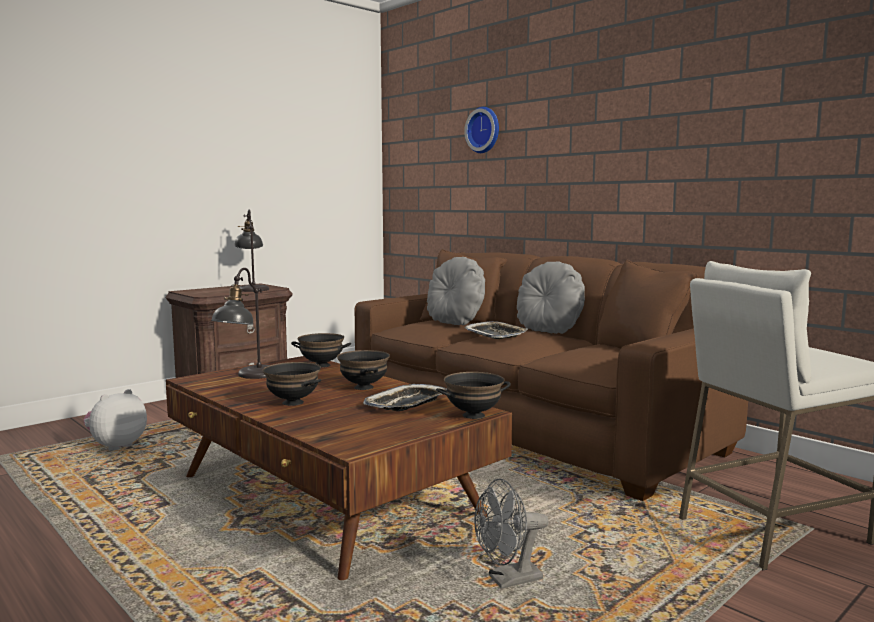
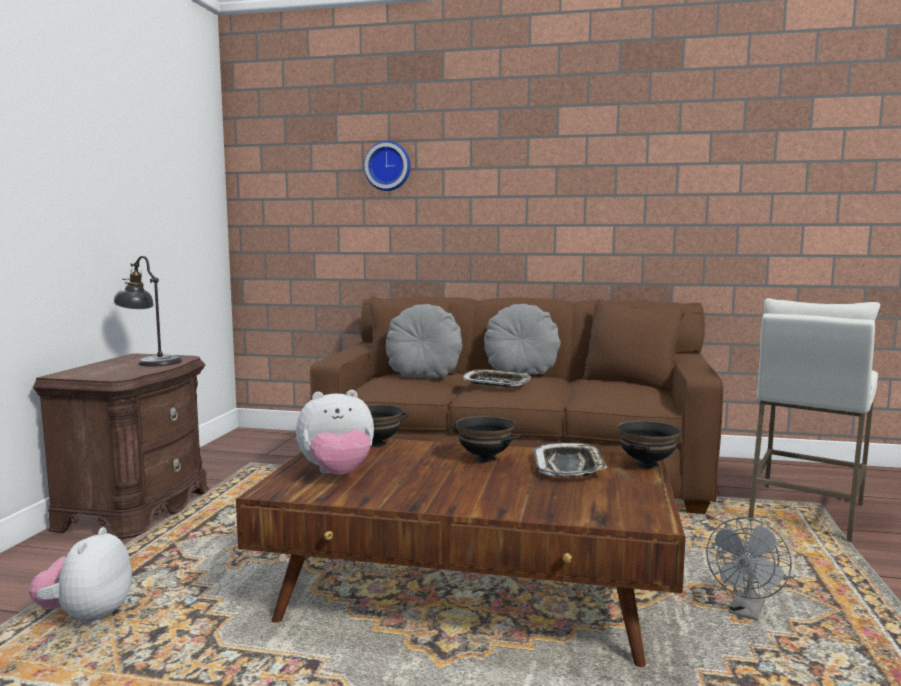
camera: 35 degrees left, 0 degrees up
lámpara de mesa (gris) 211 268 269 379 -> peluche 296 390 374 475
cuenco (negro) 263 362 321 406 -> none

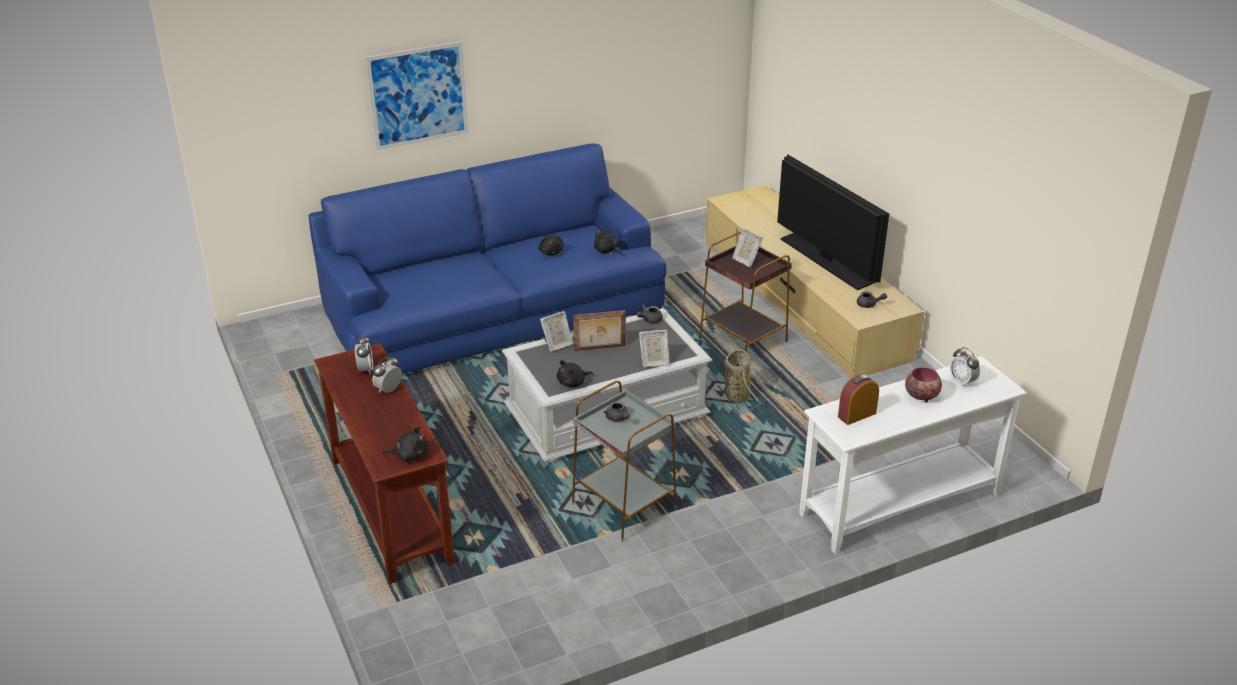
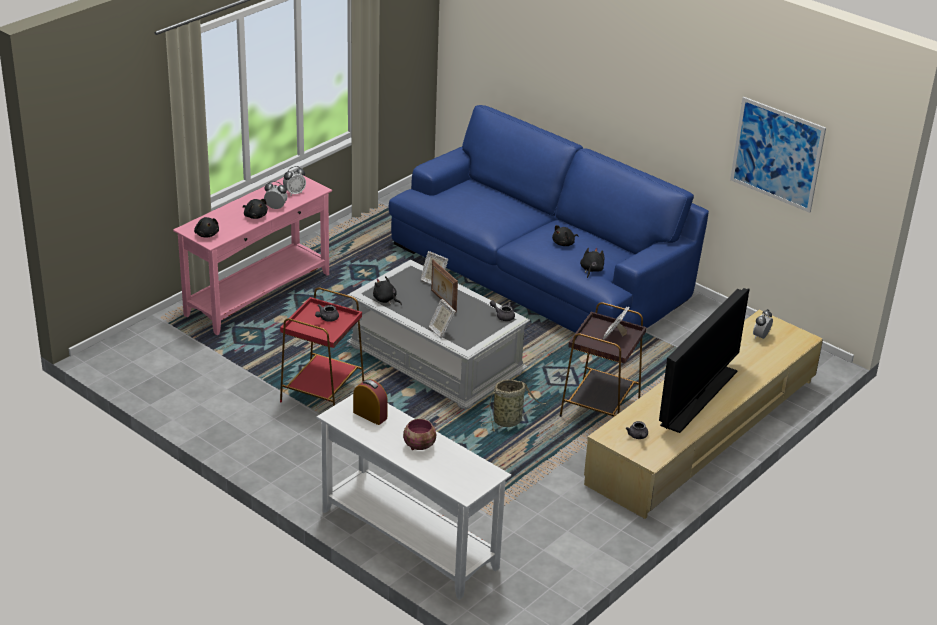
camera: 65 degrees right, 0 degrees up
mesa consola (marrón) 314 343 455 584 -> mesa consola (rosa) 173 175 332 335
cuadro 366 41 468 150 -> cuadro 730 97 826 213, shifted
mesa auxiliar (gris) 572 380 677 542 -> mesa auxiliar (rojo) 280 288 364 406
despertador 950 347 980 387 -> despertador 753 309 773 339, shifted
none -> peluche (negro) 243 199 268 219

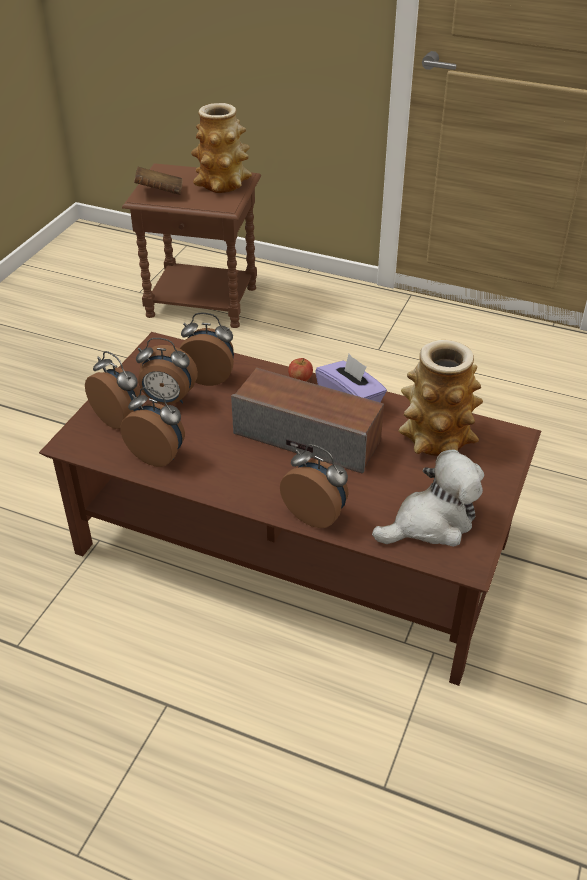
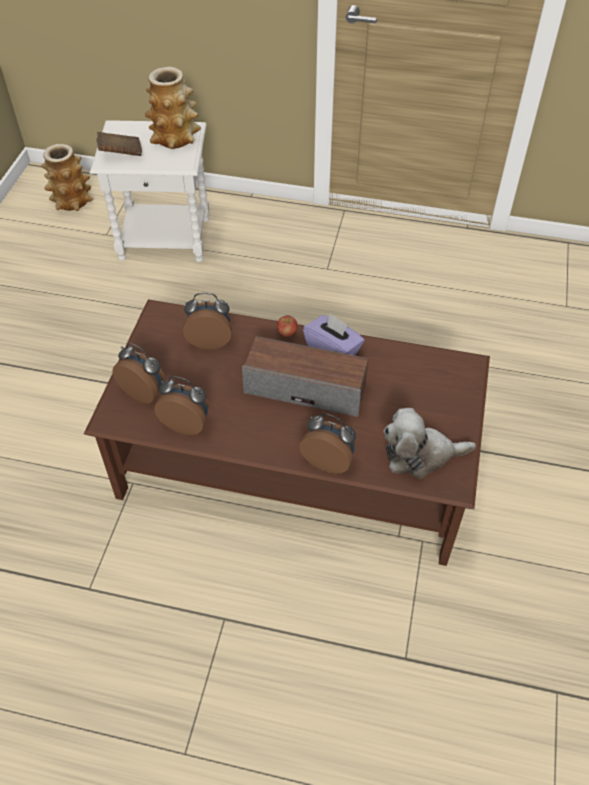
camera: 10 degrees left, 10 degrees up
mesa auxiliar (marrón) 122 164 261 328 -> mesa auxiliar (blanco) 90 120 209 262
despertador 136 338 198 404 -> none
peluche 372 450 484 547 -> peluche 384 408 476 479, 150 degrees counterclockwise
florero 399 340 483 456 -> florero 41 144 93 211, shifted

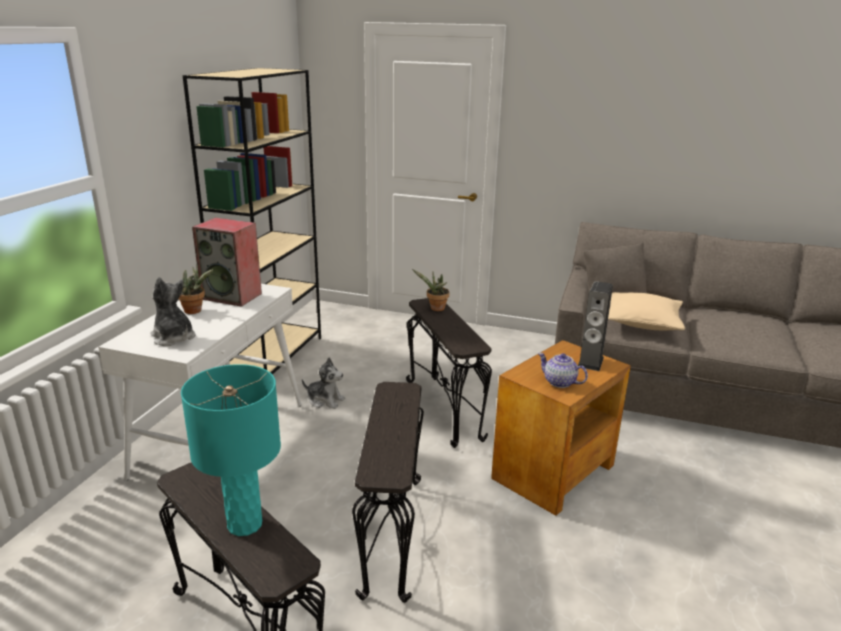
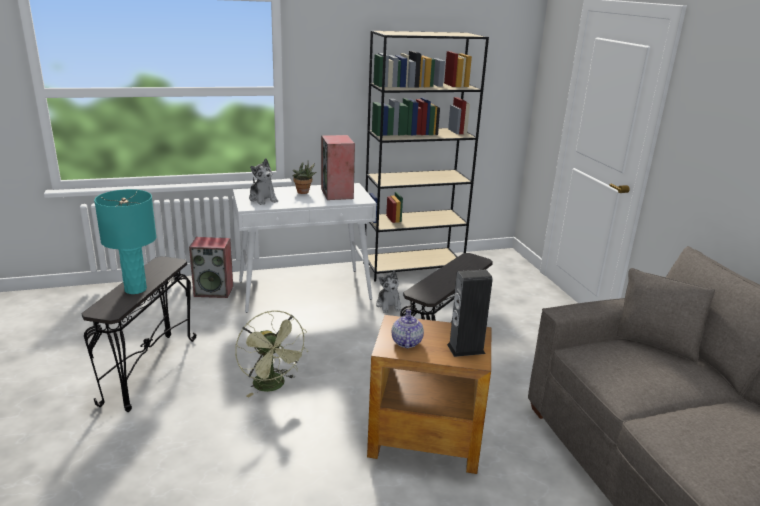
camera: 55 degrees right, 0 degrees up
peluche 150 277 196 346 -> peluche 249 158 278 205, 135 degrees clockwise
mesa auxiliar (negro) 352 382 424 603 -> ventilador (verde) 235 311 308 397
planta en maceta 412 269 450 311 -> none
cojín (beis) 608 292 685 330 -> none
none -> altavoz 189 237 233 298

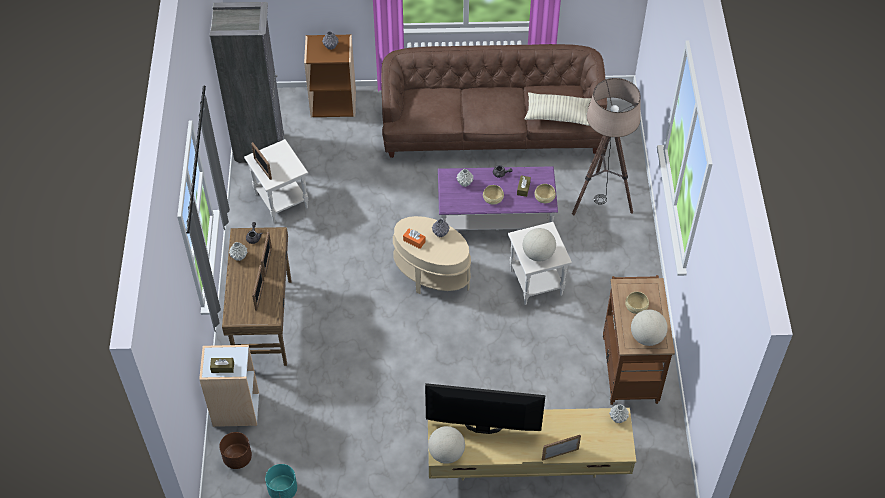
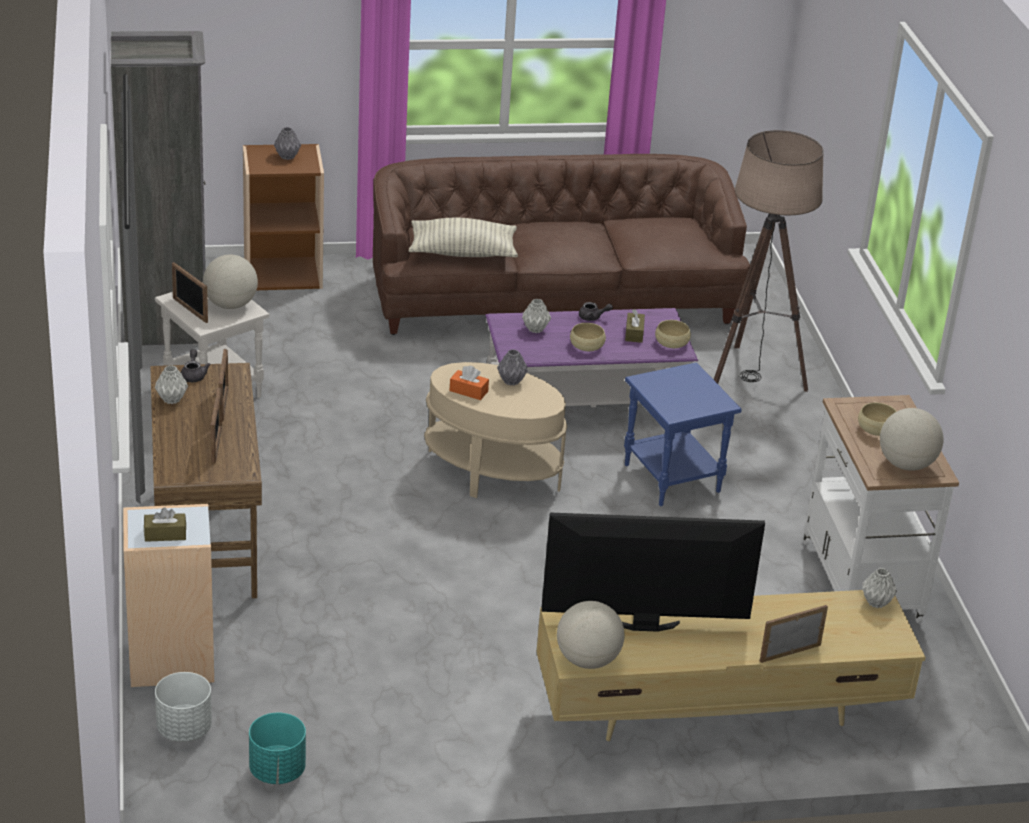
camera: 10 degrees left, 20 degrees down
maceta (marrón) 219 432 252 469 -> maceta (blanco) 155 672 212 742
mesa auxiliar (blanco) 508 222 572 305 -> mesa auxiliar (azul) 624 362 742 506
globo terráqueo 523 228 556 261 -> globo terráqueo 203 255 258 309, shifted
cojín 524 92 591 126 -> cojín 408 218 518 258, shifted
carrito (marrón) 603 275 675 405 -> carrito (blanco) 803 395 959 623

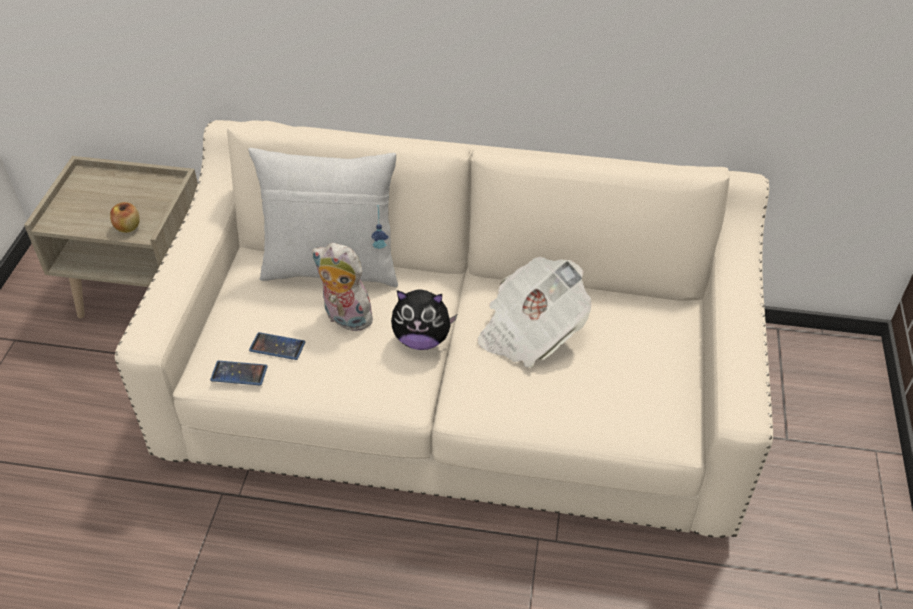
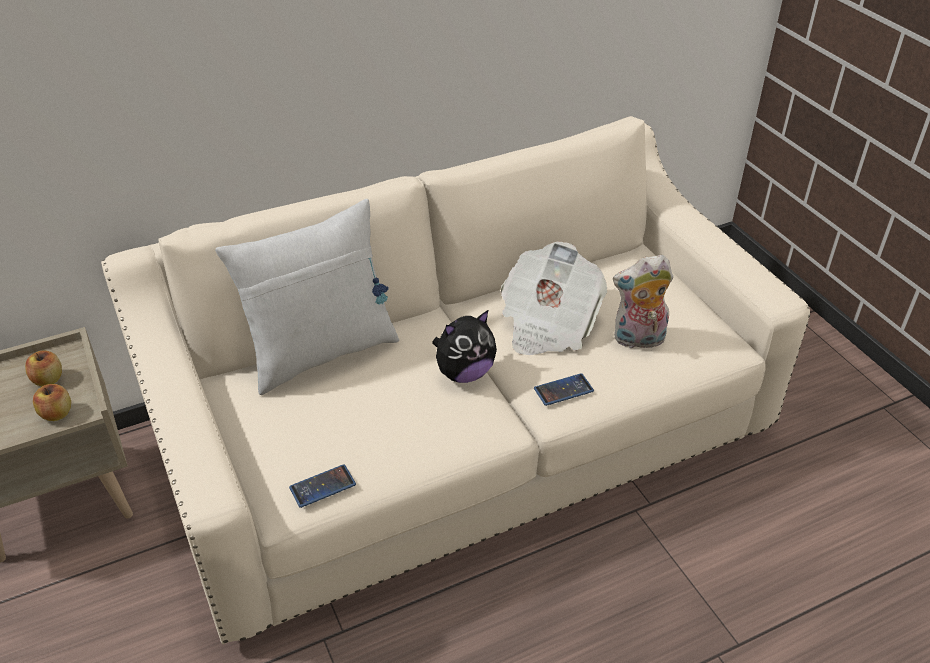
camera: 35 degrees left, 5 degrees down
móvil 249 332 305 360 -> móvil 534 373 594 406, shifted
peluche 312 243 375 333 -> peluche 613 255 673 348, shifted
none -> manzana 25 351 62 386

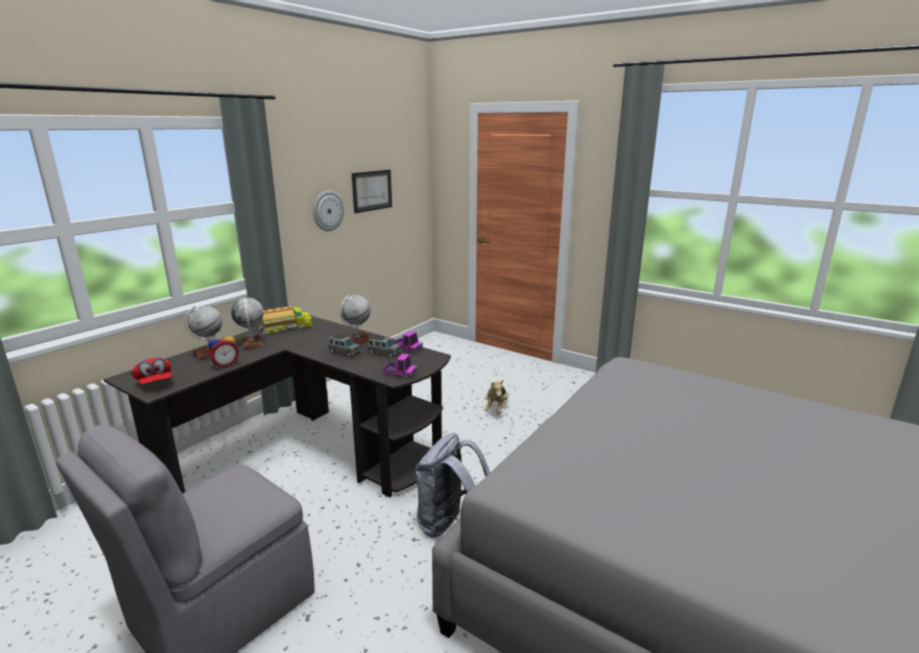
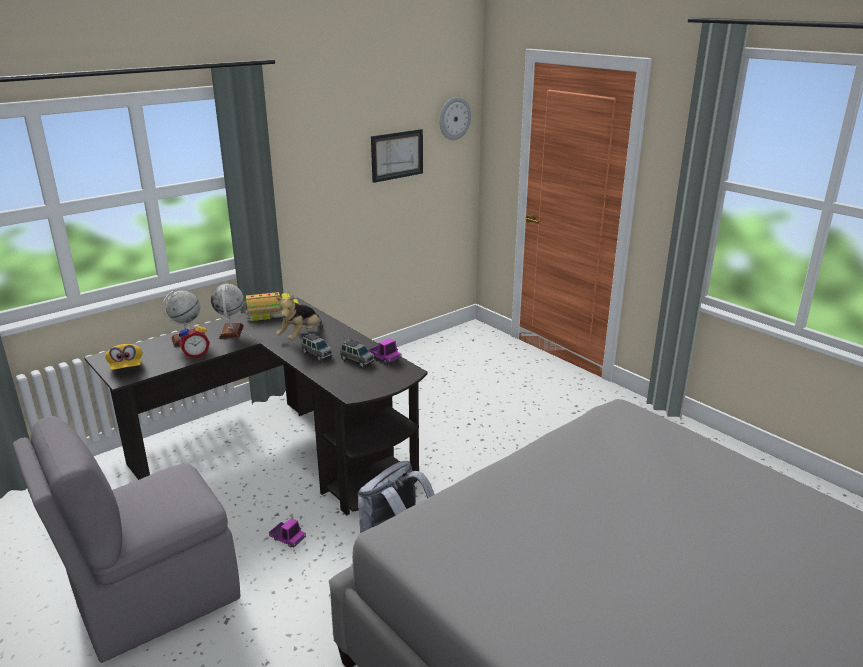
camera: 15 degrees right, 5 degrees up
gorra (rojo) 132 358 172 385 -> gorra (amarillo) 105 344 143 370
reloj de pared 313 190 344 231 -> reloj de pared 439 97 471 140, shifted
globo terráqueo 340 295 372 344 -> none
camión de juguete 382 354 417 378 -> camión de juguete 269 518 306 547, shifted
peluche 484 379 508 414 -> peluche 276 295 322 340, shifted

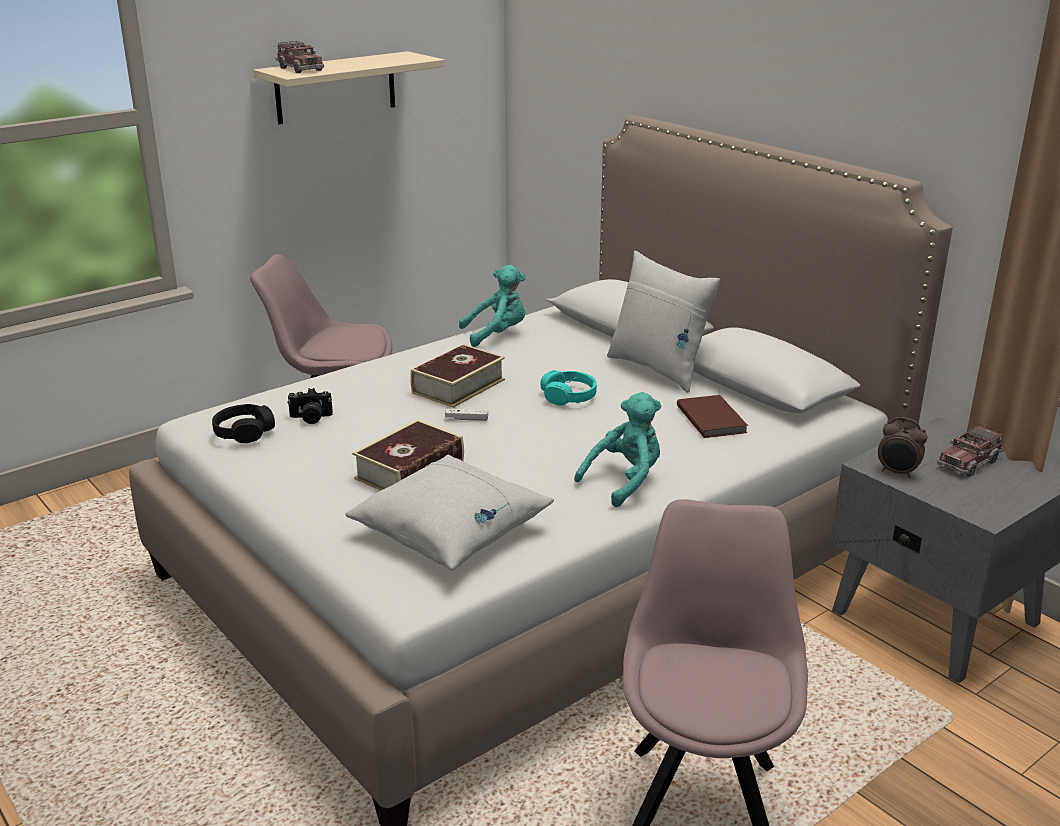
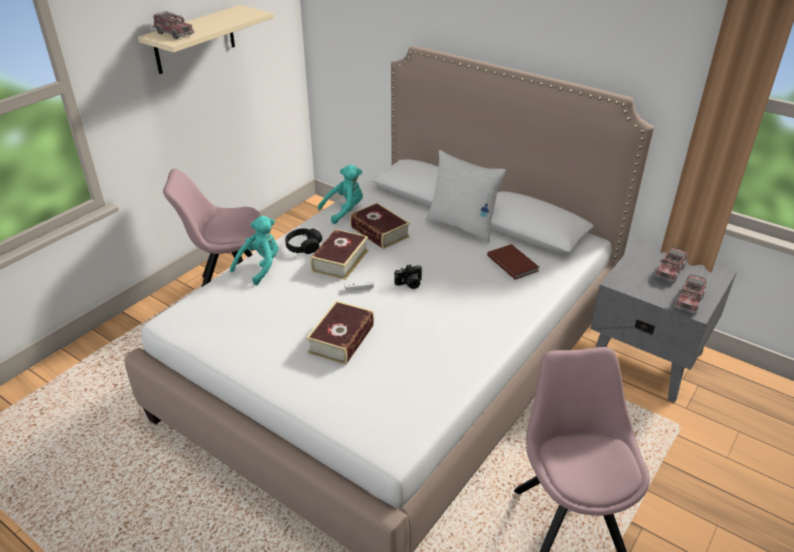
camera: 15 degrees left, 10 degrees up
auriculares (negro) 212 404 275 443 -> auriculares (negro) 285 228 322 254, shifted
cámara 287 388 333 424 -> cámara 395 264 423 289, shifted
cojín (gris) 346 454 554 571 -> none
auriculares (turquesa) 540 370 597 406 -> none
peluche (turquesa) 574 392 661 507 -> peluche (turquesa) 230 216 279 285, shifted
despertador 878 417 928 478 -> none
none -> libro 350 202 410 249
none -> camión de juguete 674 274 707 314

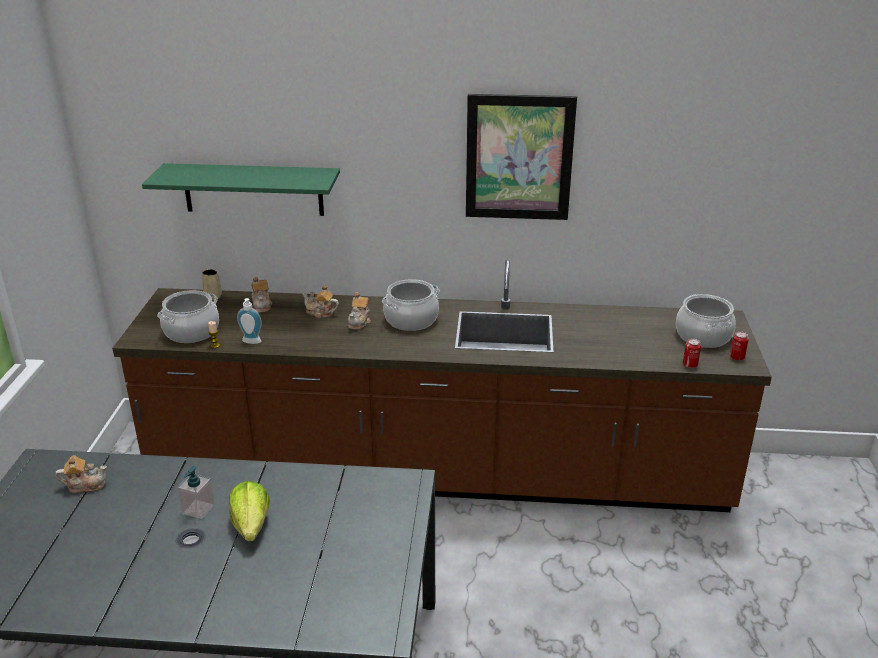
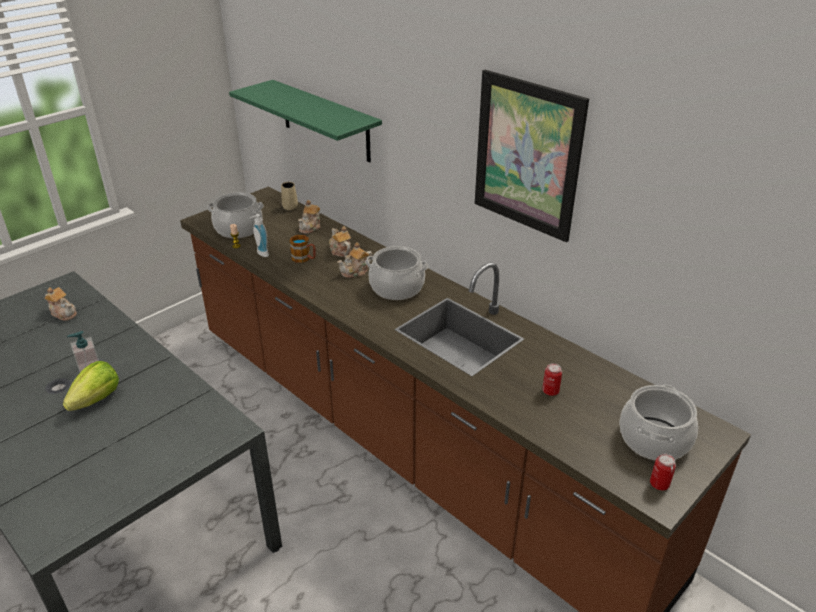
camera: 40 degrees right, 5 degrees up
lata 683 338 701 368 -> lata 542 363 562 396, shifted
none -> taza grande 290 235 316 263

